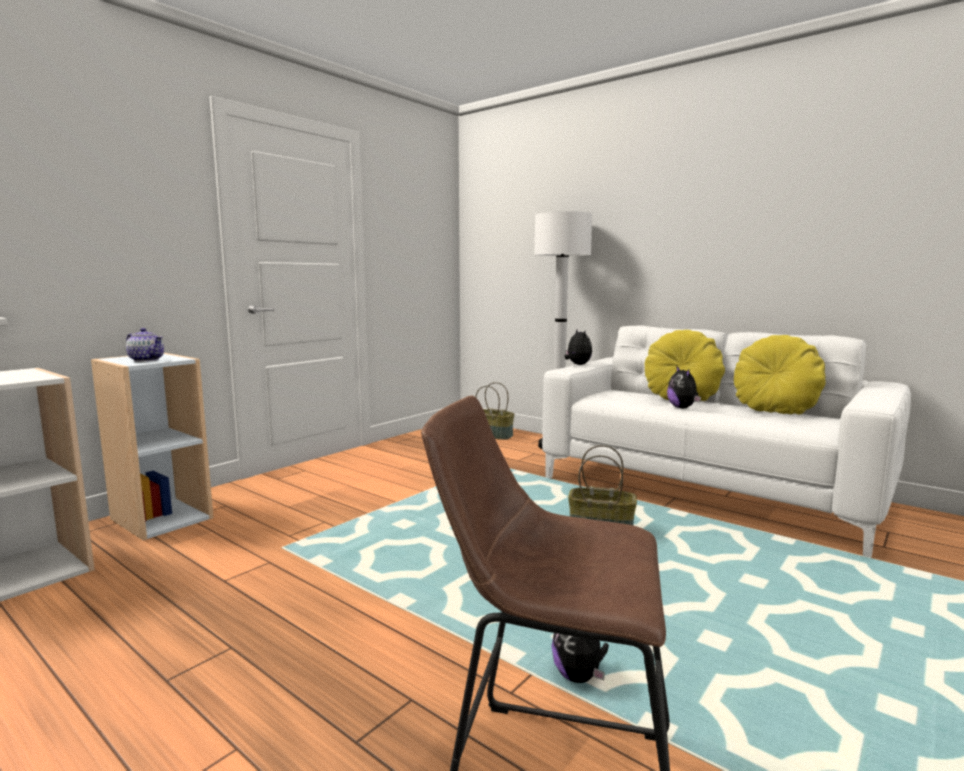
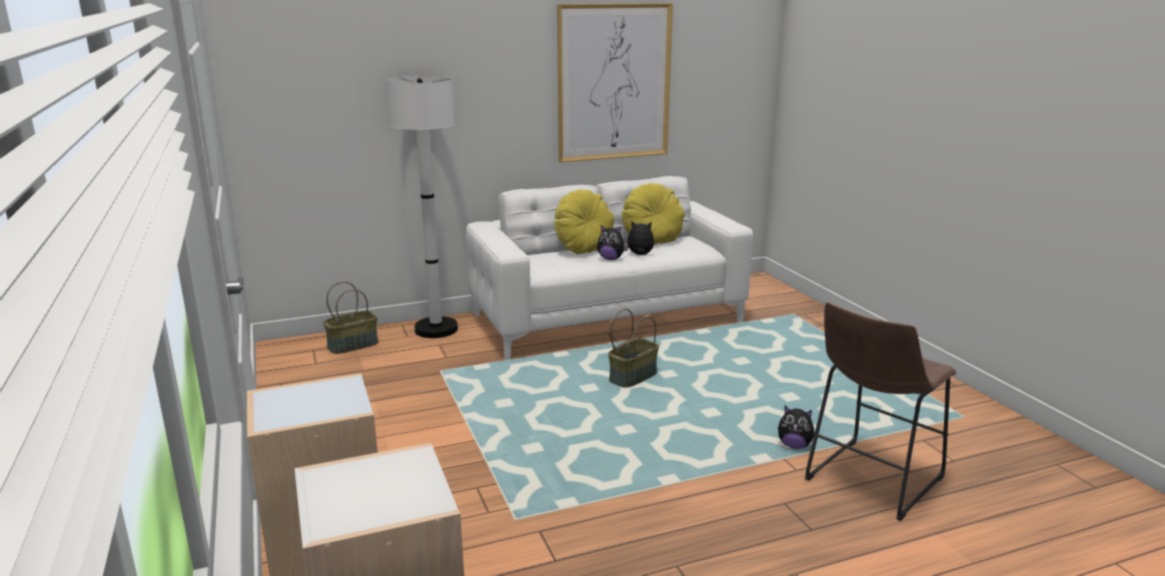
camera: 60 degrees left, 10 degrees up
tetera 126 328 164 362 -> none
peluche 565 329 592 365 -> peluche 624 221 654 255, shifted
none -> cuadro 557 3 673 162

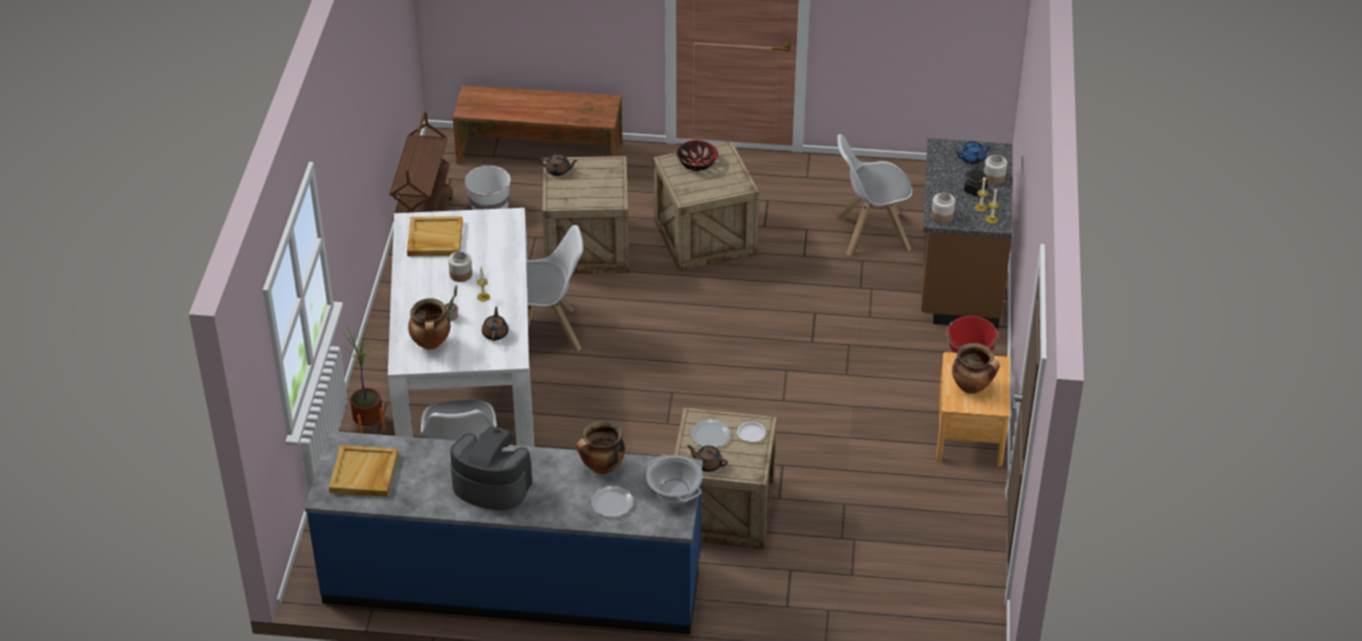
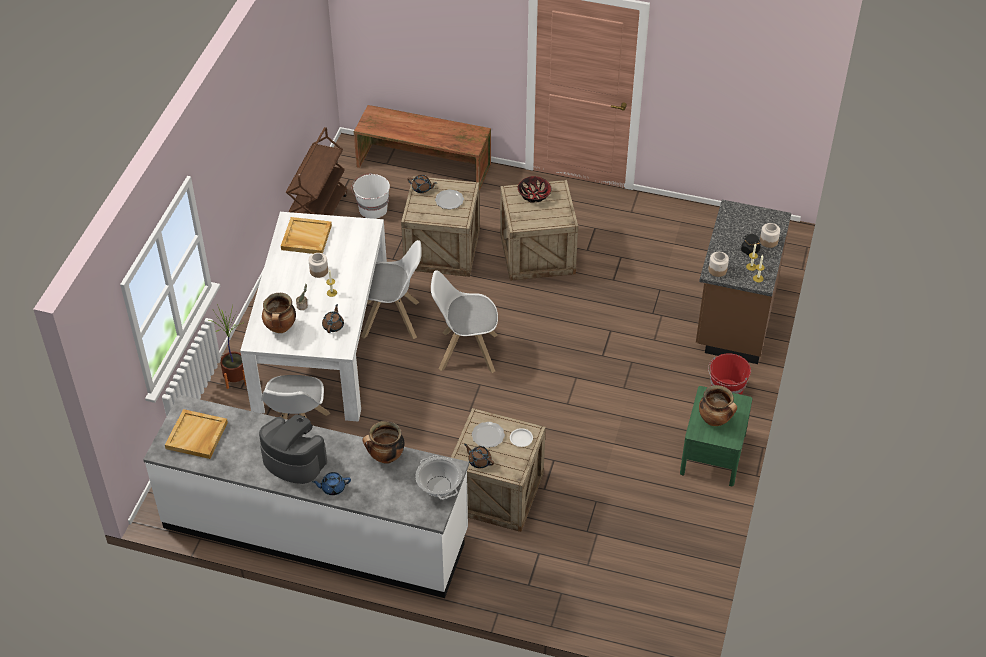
camera: 10 degrees right, 5 degrees up
mueble bajo de cocina (azul) 305 431 703 635 -> mueble bajo de cocina (blanco) 143 395 469 598
plato 591 486 634 517 -> plato 435 189 464 209, shifted
silla 836 134 912 256 -> silla 431 271 498 373, shifted
mesita de noche (marrón) 936 352 1010 467 -> mesita de noche (verde) 680 386 753 486
tetera (azul) 954 141 990 164 -> tetera (azul) 312 472 351 495, shifted

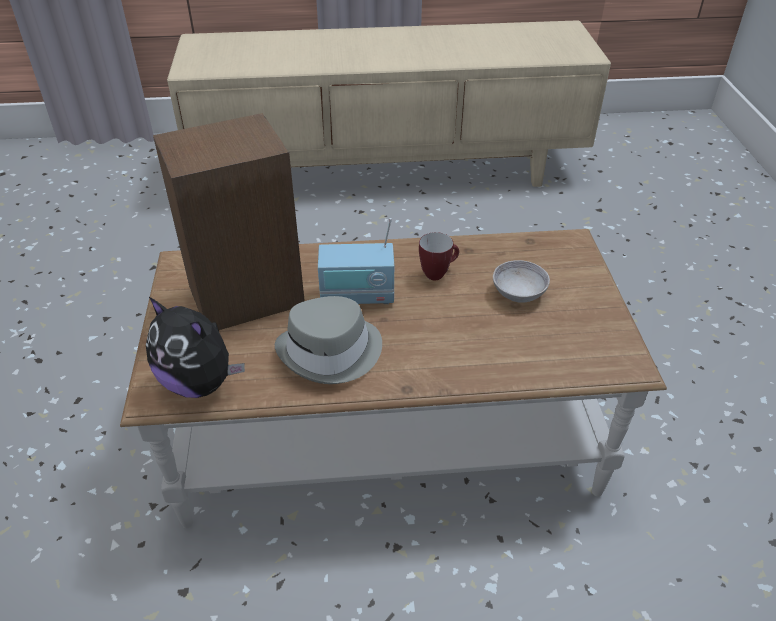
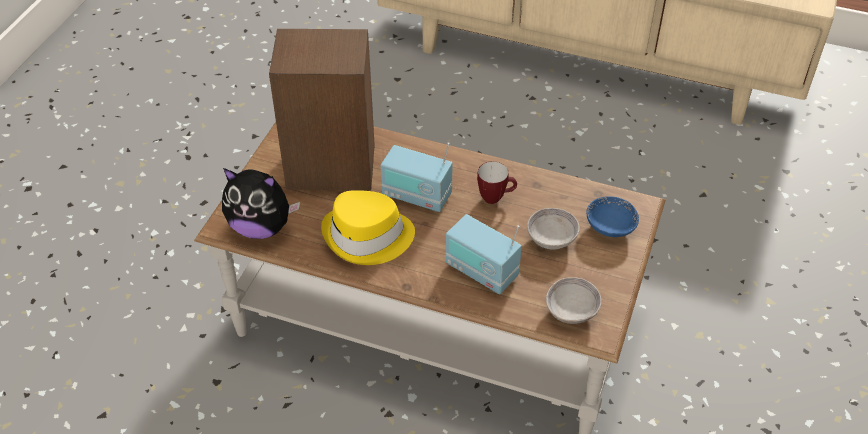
camera: 25 degrees right, 5 degrees up
peluche 146 296 245 398 -> peluche 222 168 300 239, 45 degrees counterclockwise
sombrero (gris) 275 296 382 384 -> sombrero (amarillo) 321 190 415 265
none -> radio 446 214 522 294
none -> cuenco (gris) 546 277 602 324
none -> cuenco (azul) 586 196 639 237

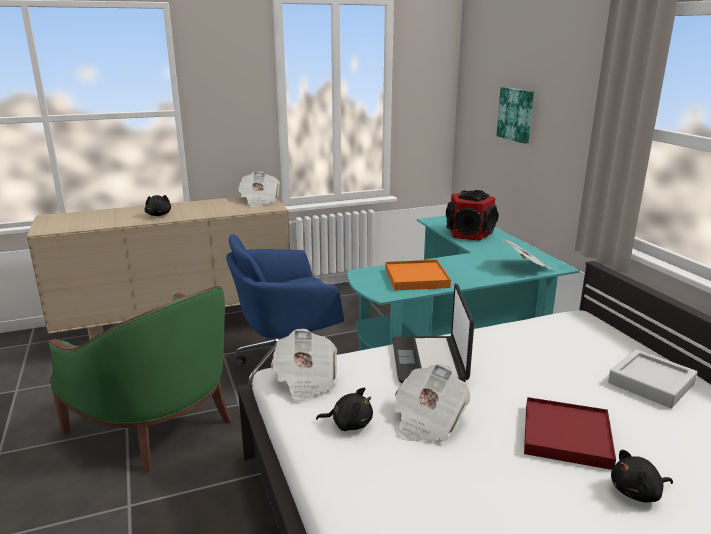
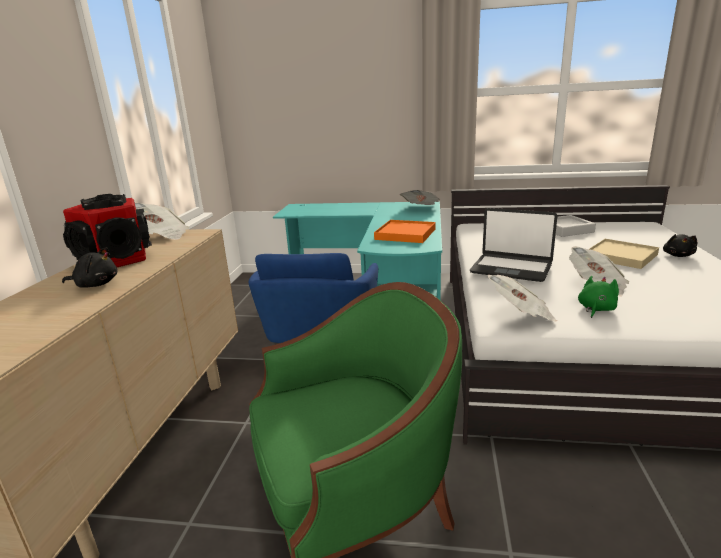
camera: 60 degrees left, 0 degrees up
peluche (negro) 316 388 373 431 -> peluche (verde) 578 276 619 318
altavoz 446 190 498 241 -> altavoz 63 194 152 267, shifted
cuadro 496 87 534 144 -> none
bandeja (rojo) 524 397 616 470 -> bandeja (beis) 589 239 659 269

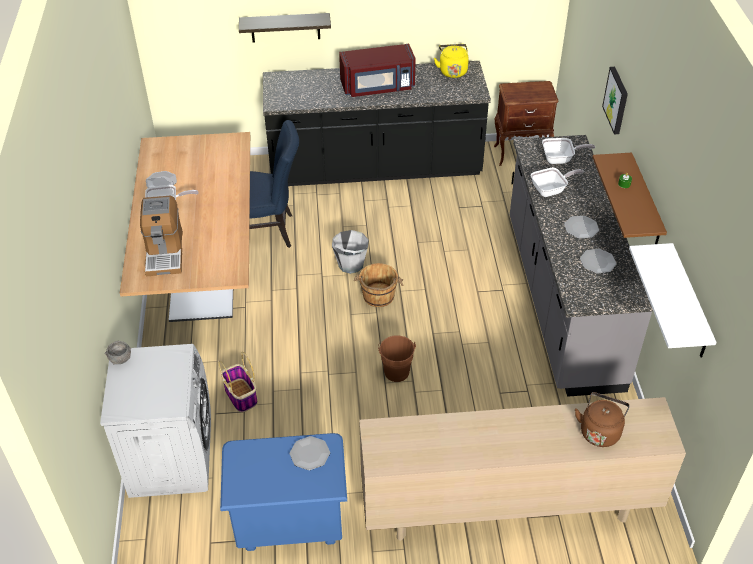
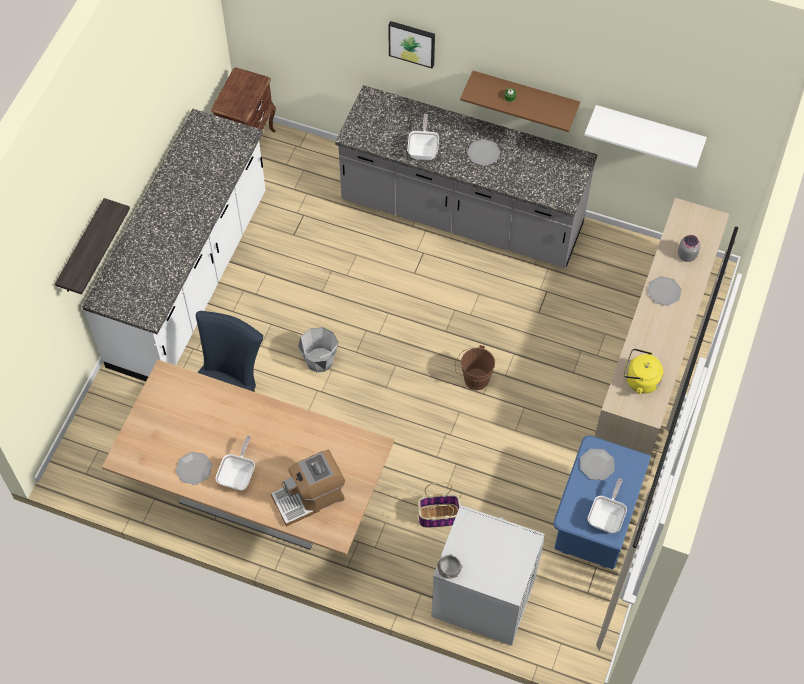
camera: 65 degrees left, 15 degrees up
cafetera 140 196 183 276 -> cafetera 271 449 345 527, 135 degrees clockwise
mueble bajo de cocina (negro) 263 61 491 186 -> mueble bajo de cocina (blanco) 82 109 266 381
microondas (rojo) 339 44 416 97 -> none
cubo (marrón) 353 263 403 307 -> none
hervidor (amarillo) 434 44 469 78 -> hervidor (amarillo) 624 348 663 394, shifted
sartén 542 138 595 164 -> sartén 588 478 627 533, shifted
hervidor (marrón) 575 392 630 447 -> tarro (gris) 678 235 700 262
plato 580 249 617 274 -> plato 647 276 682 306, shifted

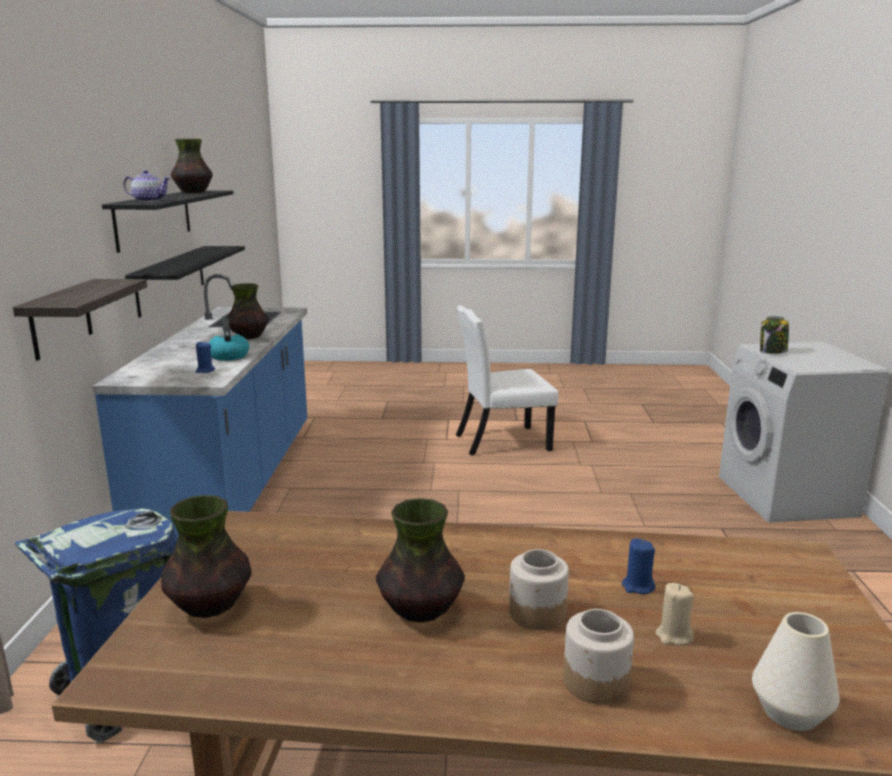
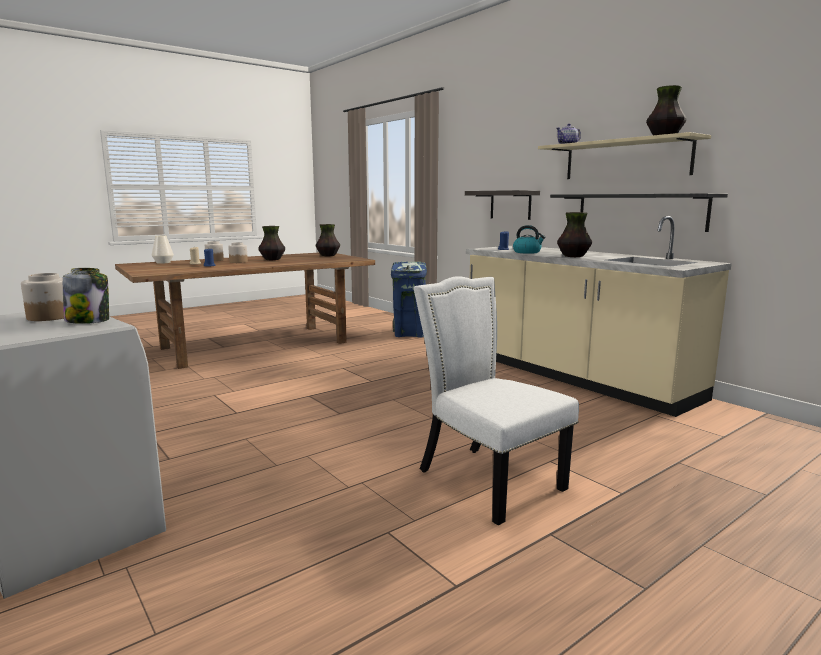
camera: 140 degrees right, 5 degrees down
mueble bajo de cocina (azul) 93 274 307 540 -> mueble bajo de cocina (beis) 466 216 732 417
estante (negro) 102 190 233 253 -> estante (beis) 538 132 711 179
silla (blanco) 456 305 558 456 -> silla (blanco) 414 276 579 525, 75 degrees counterclockwise
none -> tarro 21 273 64 321

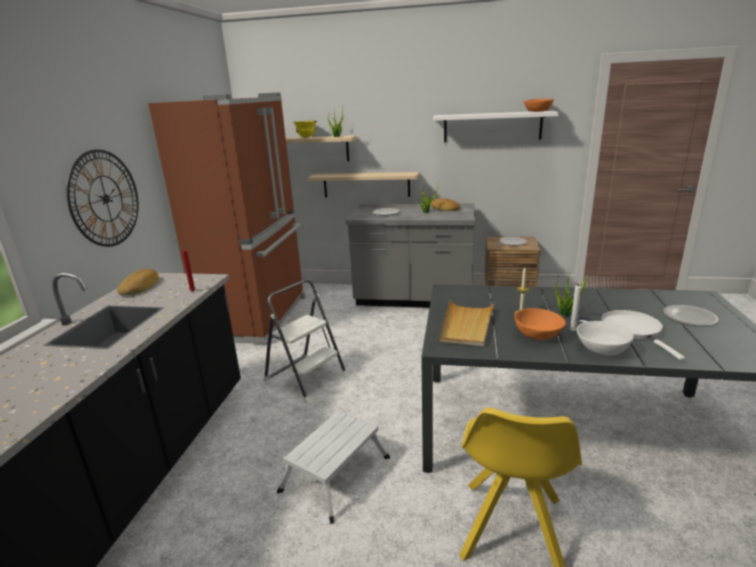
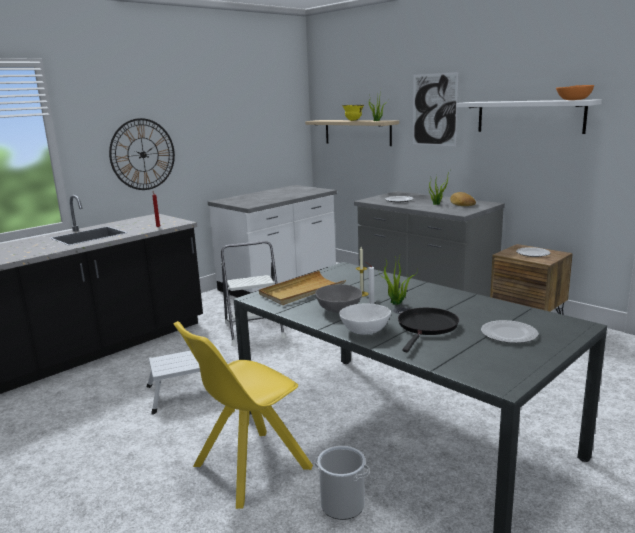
camera: 35 degrees right, 5 degrees down
pan 117 269 159 295 -> none
nevera (marrón) 148 93 306 344 -> mueble bajo de cocina (blanco) 208 185 337 298
estante (beis) 308 172 419 198 -> none
cuenco (naranja) 515 308 566 340 -> cuenco (gris) 315 284 362 313
sartén (blanco) 601 310 685 360 -> sartén (negro) 398 308 459 352
none -> cubo 315 446 369 520
none -> cuadro 413 72 459 146

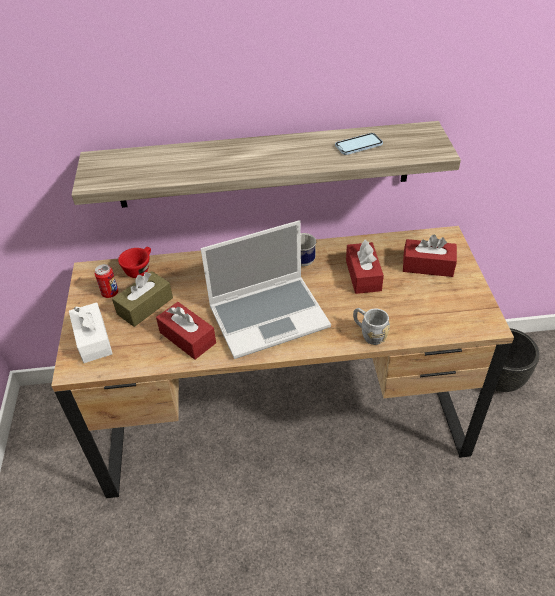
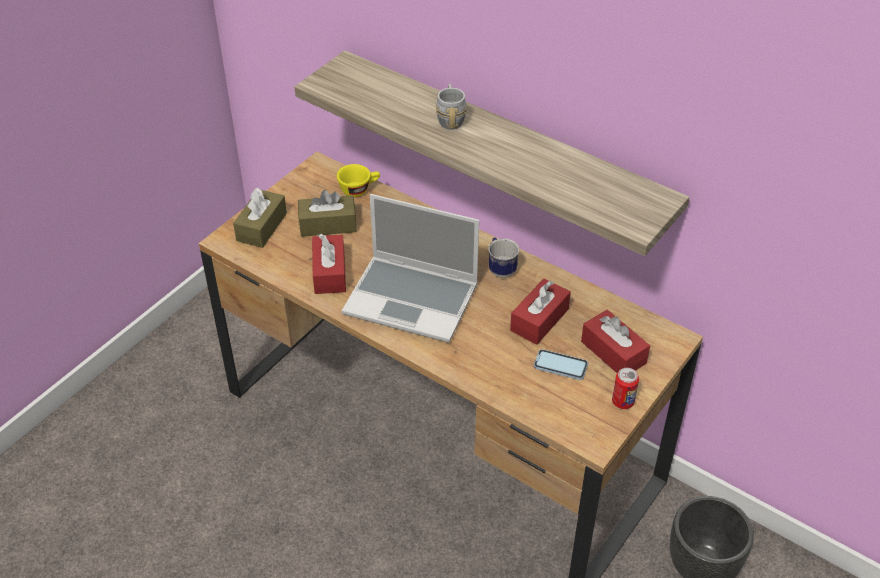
camera: 40 degrees right, 0 degrees up
caja de pañuelos (blanco) 69 302 113 363 -> caja de pañuelos (marrón) 233 188 287 248
lata 94 264 119 298 -> lata 612 368 639 409, shifted
taza (rojo) 118 247 151 278 -> taza (amarillo) 337 164 380 197
móvil 335 133 383 155 -> móvil 534 349 588 380, shifted
taza grande (gris) 353 308 390 345 -> taza grande (gris) 436 84 467 130, shifted

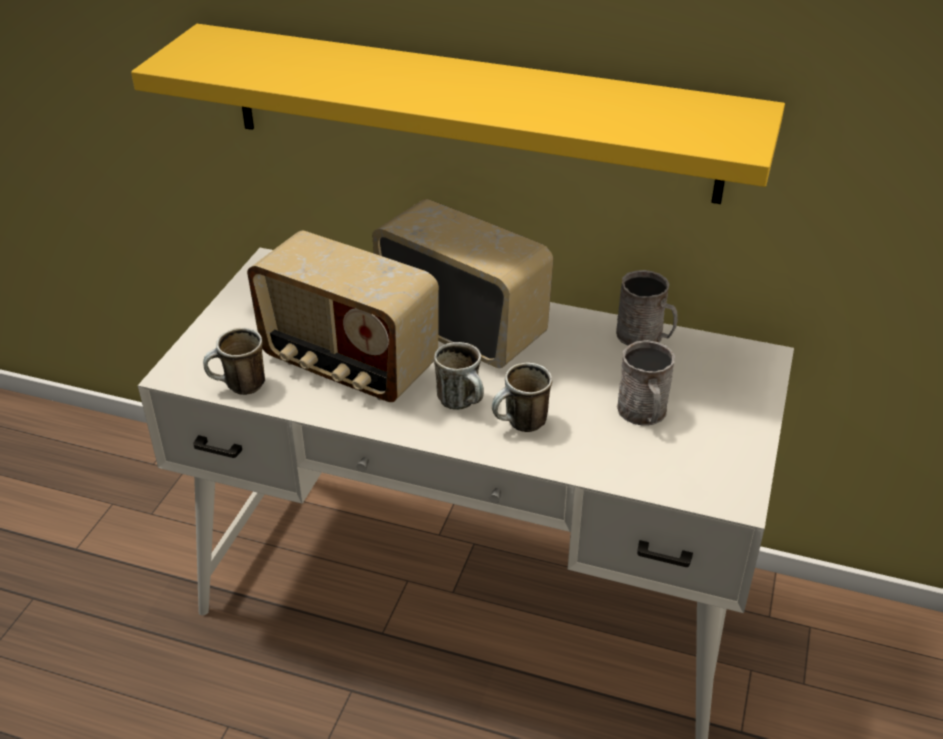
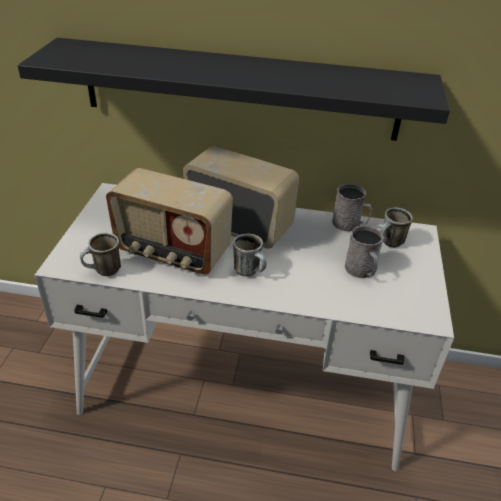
camera: 10 degrees left, 0 degrees up
estante (amarillo) 131 24 785 204 -> estante (negro) 18 38 450 141
taza grande 492 362 552 432 -> taza grande 380 207 413 247, shifted

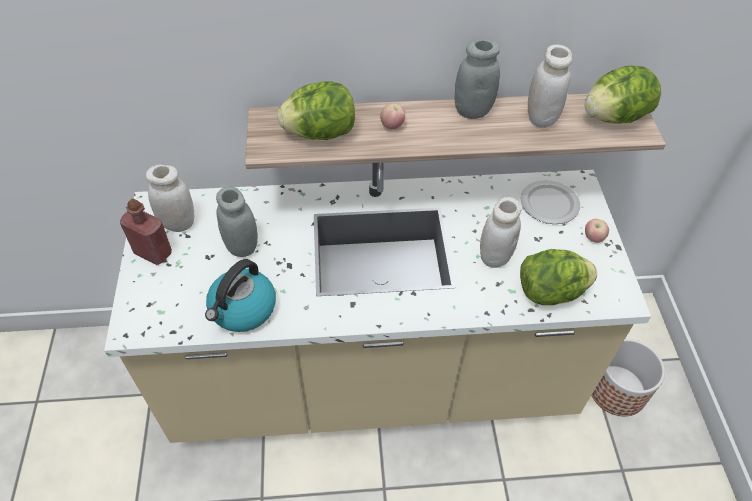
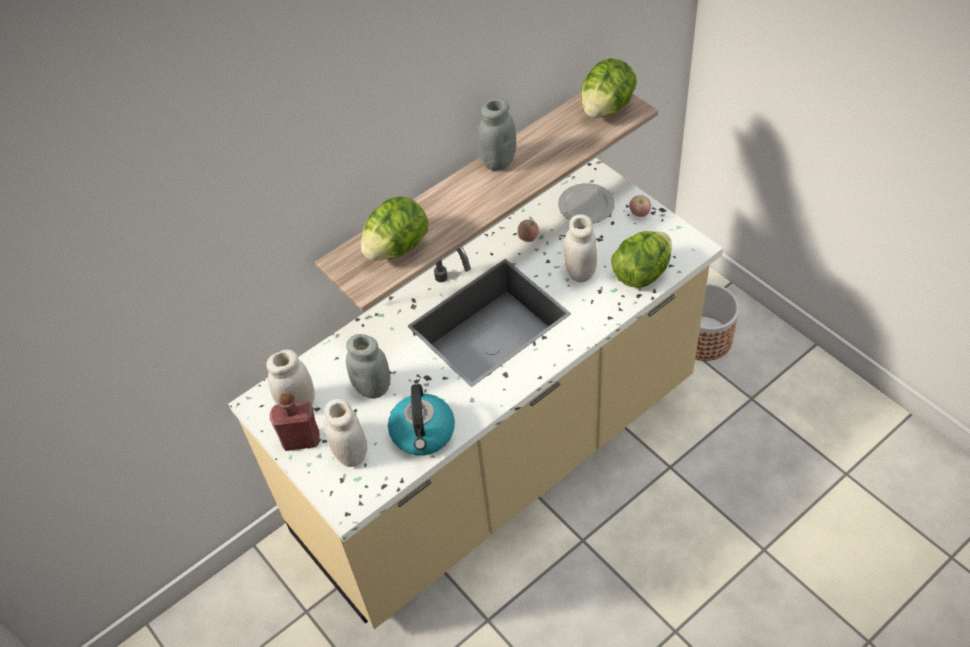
camera: 30 degrees left, 0 degrees up
manzana 380 103 405 129 -> manzana 517 219 539 242, shifted
tarro (blanco) 528 45 572 128 -> tarro (blanco) 324 398 367 467, shifted

